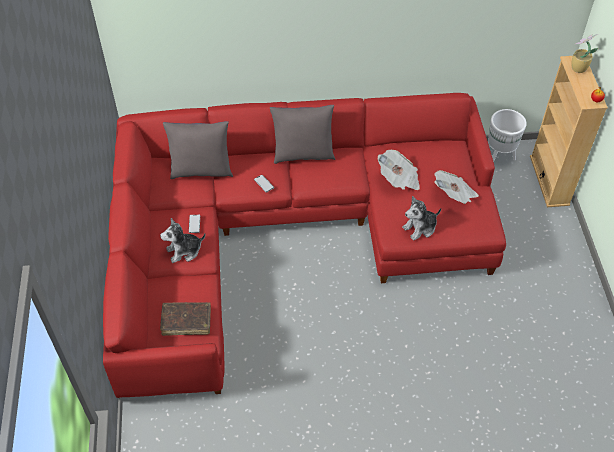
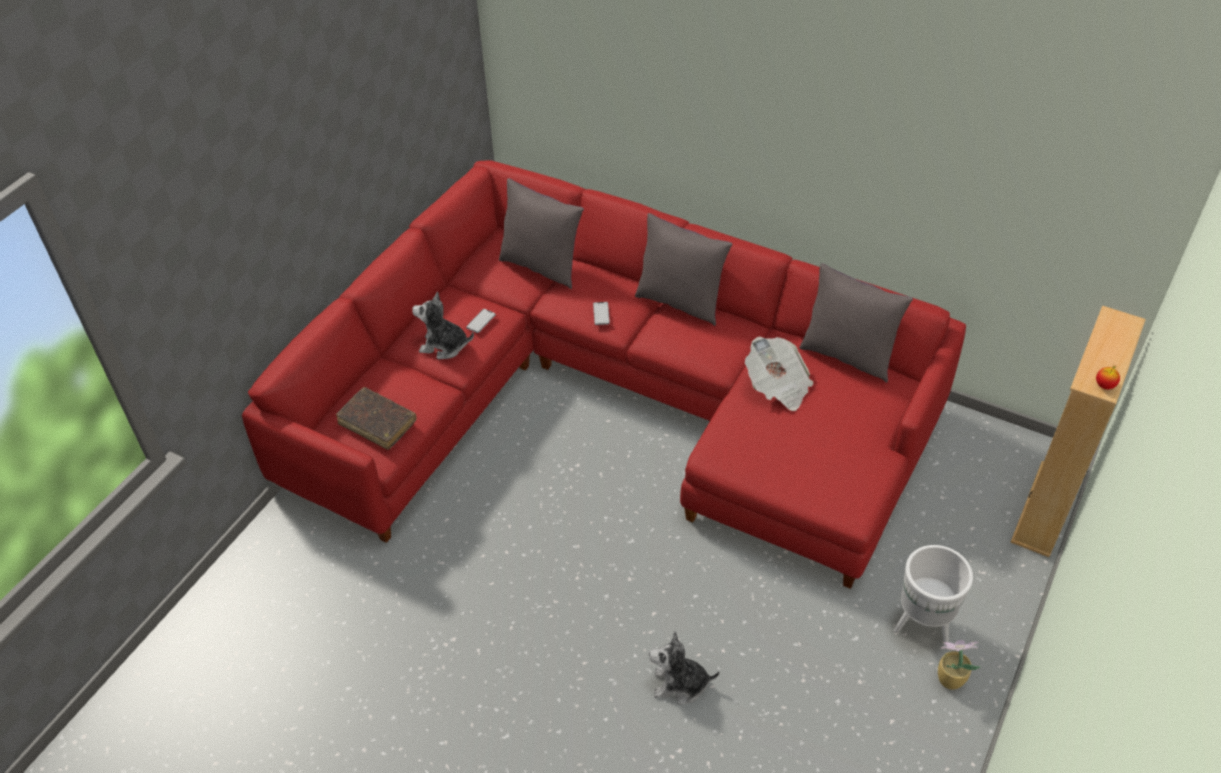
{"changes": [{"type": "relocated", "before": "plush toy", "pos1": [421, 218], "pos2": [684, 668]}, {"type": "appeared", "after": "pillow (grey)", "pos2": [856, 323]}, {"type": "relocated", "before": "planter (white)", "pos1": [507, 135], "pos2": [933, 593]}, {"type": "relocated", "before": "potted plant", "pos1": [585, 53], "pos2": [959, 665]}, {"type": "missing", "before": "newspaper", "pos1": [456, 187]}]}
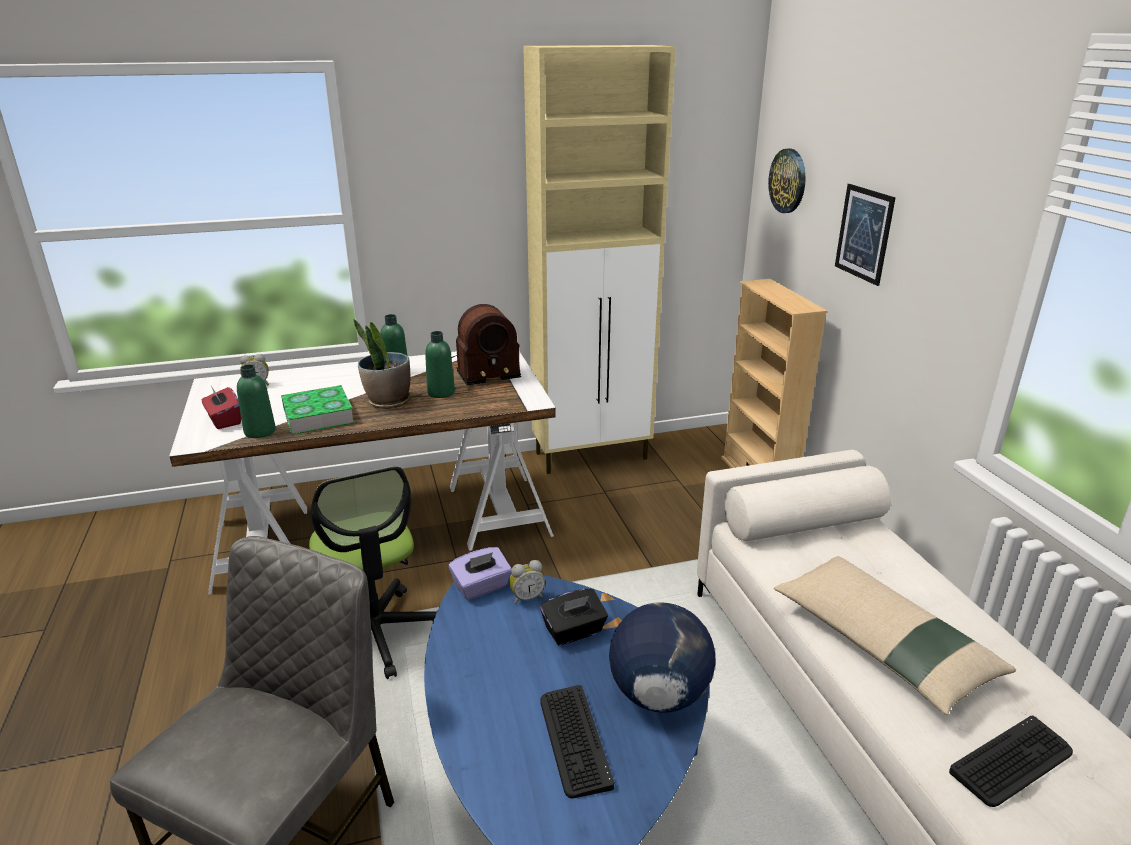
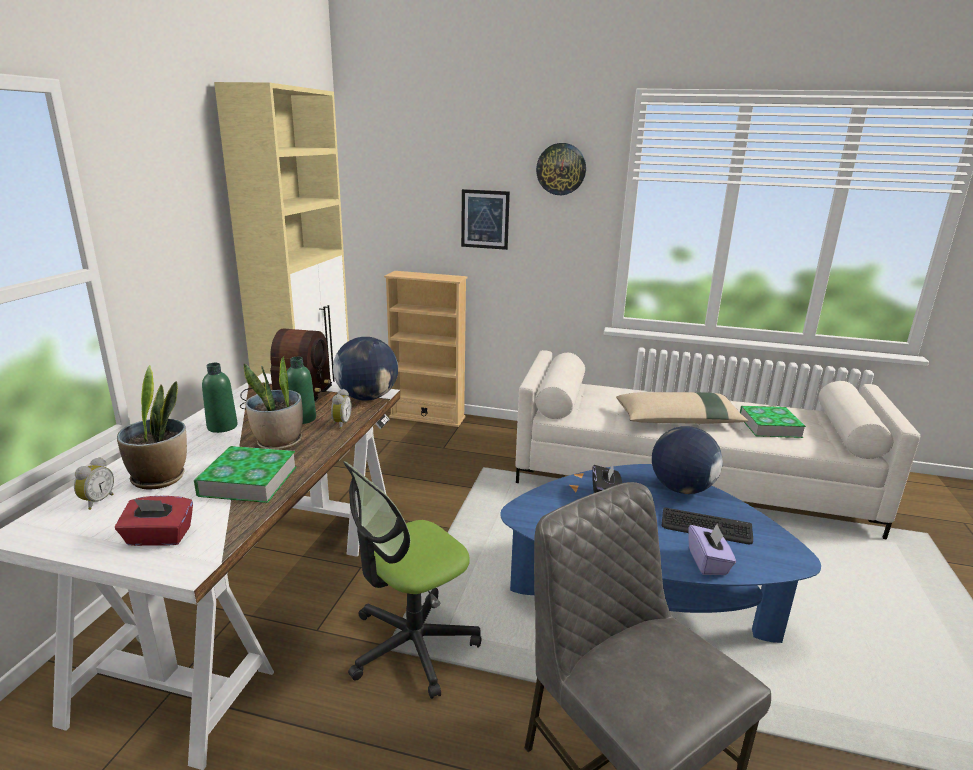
{"changes": [{"type": "appeared", "after": "potted plant", "pos2": [152, 427]}, {"type": "relocated", "before": "alarm clock", "pos1": [527, 582], "pos2": [341, 409]}, {"type": "appeared", "after": "globe", "pos2": [365, 369]}, {"type": "spun", "before": "office chair", "pos1": [373, 572], "pos2": [412, 580], "turn": 135}, {"type": "relocated", "before": "wall clock", "pos1": [787, 180], "pos2": [561, 169]}, {"type": "relocated", "before": "tissue box (purple)", "pos1": [480, 573], "pos2": [712, 549]}, {"type": "exchanged", "before": "keyboard", "after": "book", "pos1": [1011, 761], "pos2": [773, 422]}, {"type": "missing", "before": "bottle (green)", "pos1": [256, 401]}]}
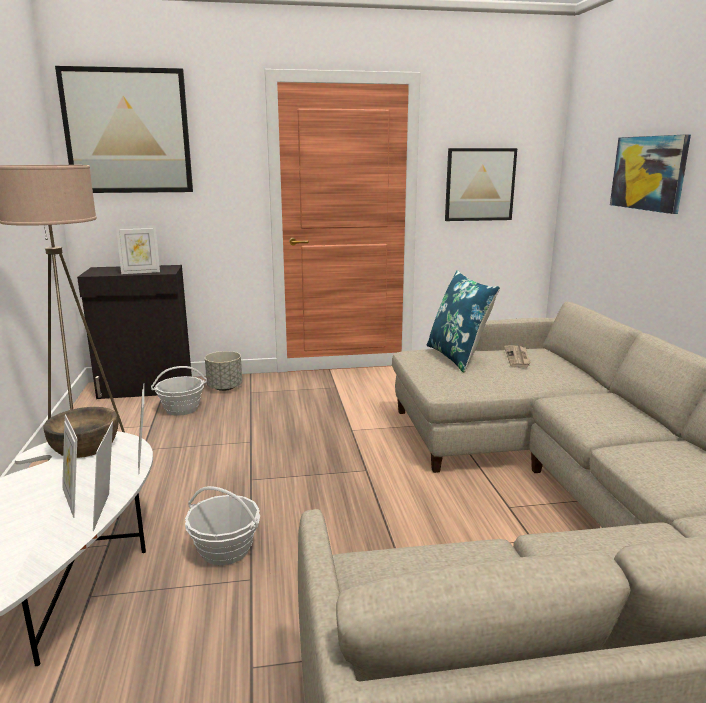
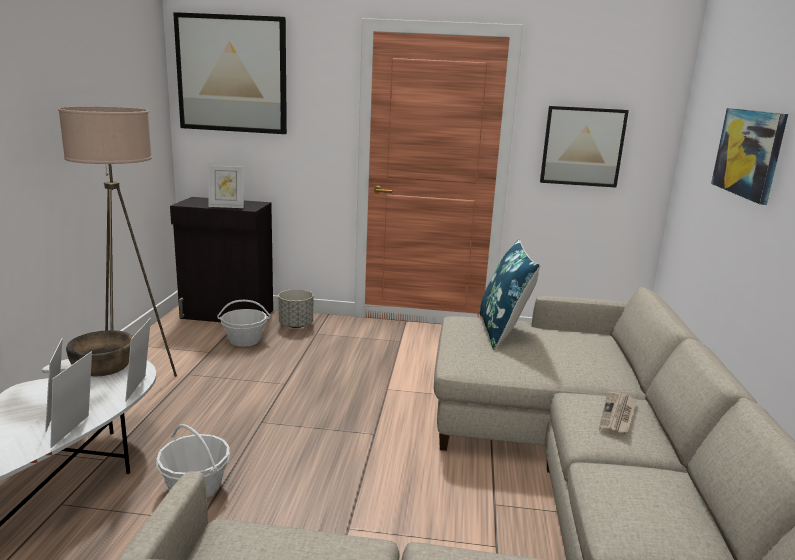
{"changes": [{"type": "relocated", "before": "newspaper", "pos1": [517, 356], "pos2": [618, 413]}]}
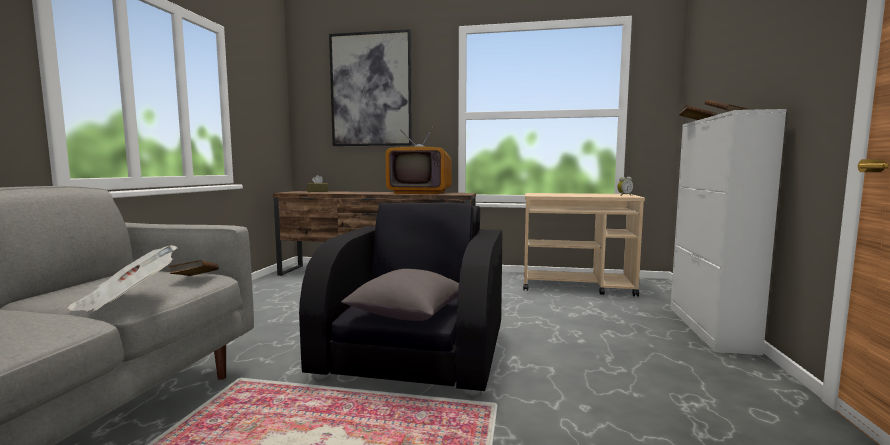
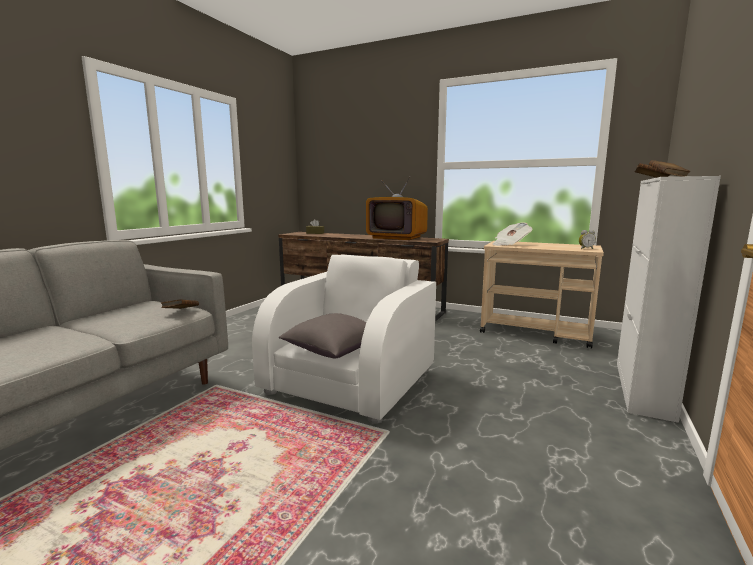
{"changes": [{"type": "colour", "before": "armchair (black)", "after": "armchair (white)", "pos1": [400, 301], "pos2": [344, 339]}, {"type": "relocated", "before": "newspaper", "pos1": [122, 278], "pos2": [512, 234]}, {"type": "missing", "before": "picture", "pos1": [370, 87]}]}
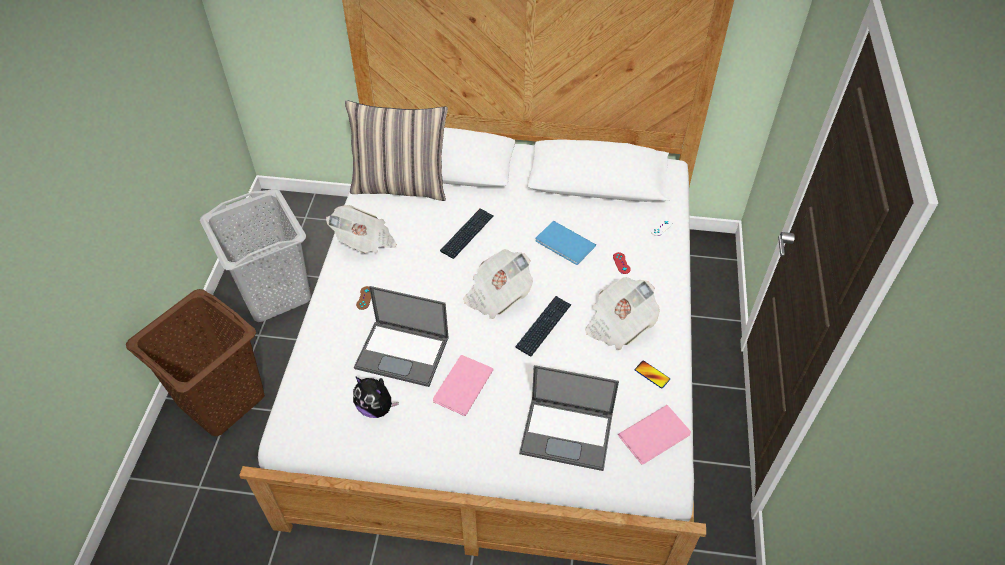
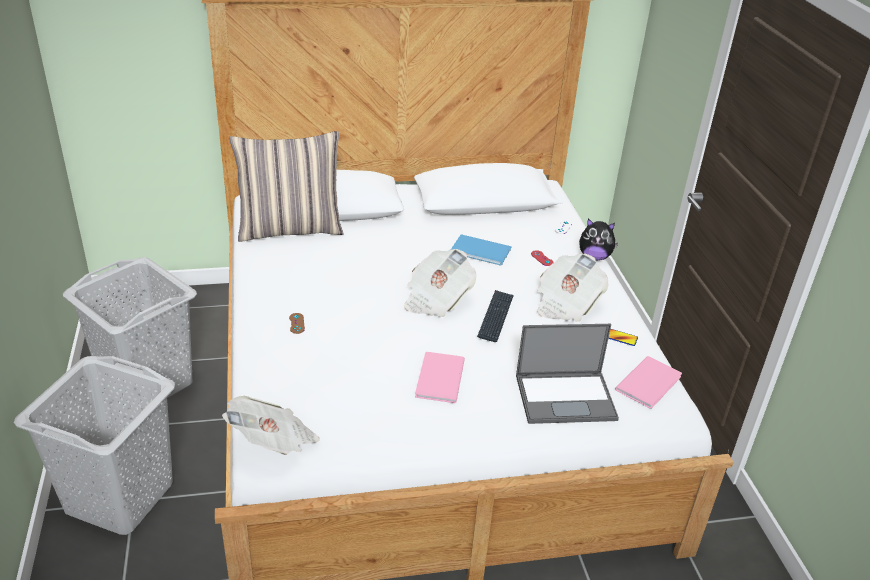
{"changes": [{"type": "colour", "before": "laundry basket (brown)", "after": "laundry basket (grey)", "pos1": [195, 362], "pos2": [94, 445]}, {"type": "relocated", "before": "newspaper", "pos1": [361, 229], "pos2": [271, 425]}, {"type": "relocated", "before": "plush toy", "pos1": [376, 397], "pos2": [598, 240]}, {"type": "missing", "before": "laptop", "pos1": [401, 336]}, {"type": "missing", "before": "keyboard", "pos1": [467, 233]}]}
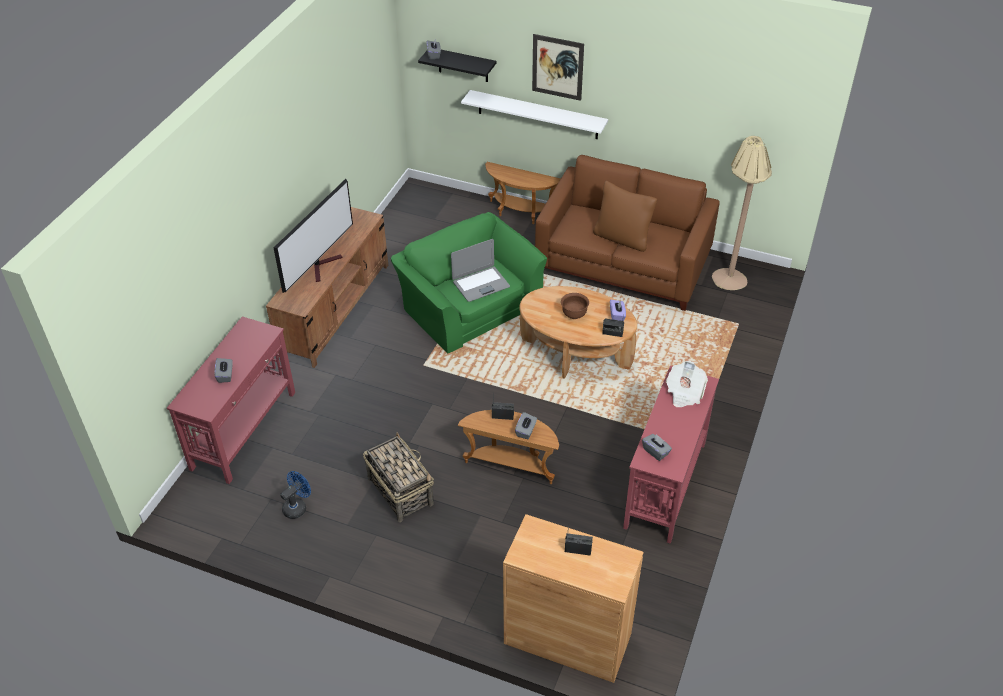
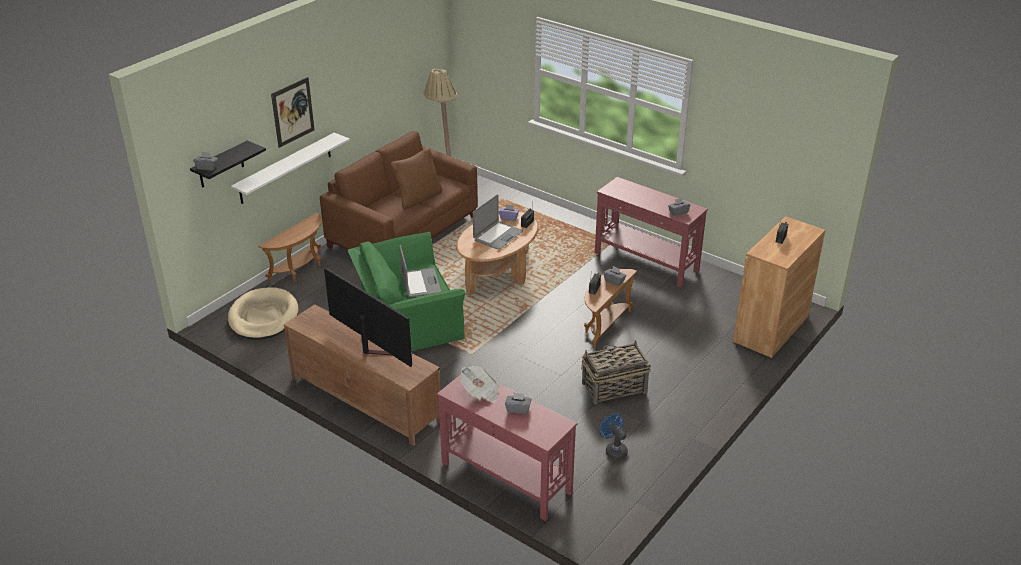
{"changes": [{"type": "appeared", "after": "dog bed (beige)", "pos2": [263, 313]}, {"type": "relocated", "before": "newspaper", "pos1": [687, 384], "pos2": [480, 384]}, {"type": "exchanged", "before": "bowl (brown)", "after": "laptop", "pos1": [575, 306], "pos2": [498, 222]}]}
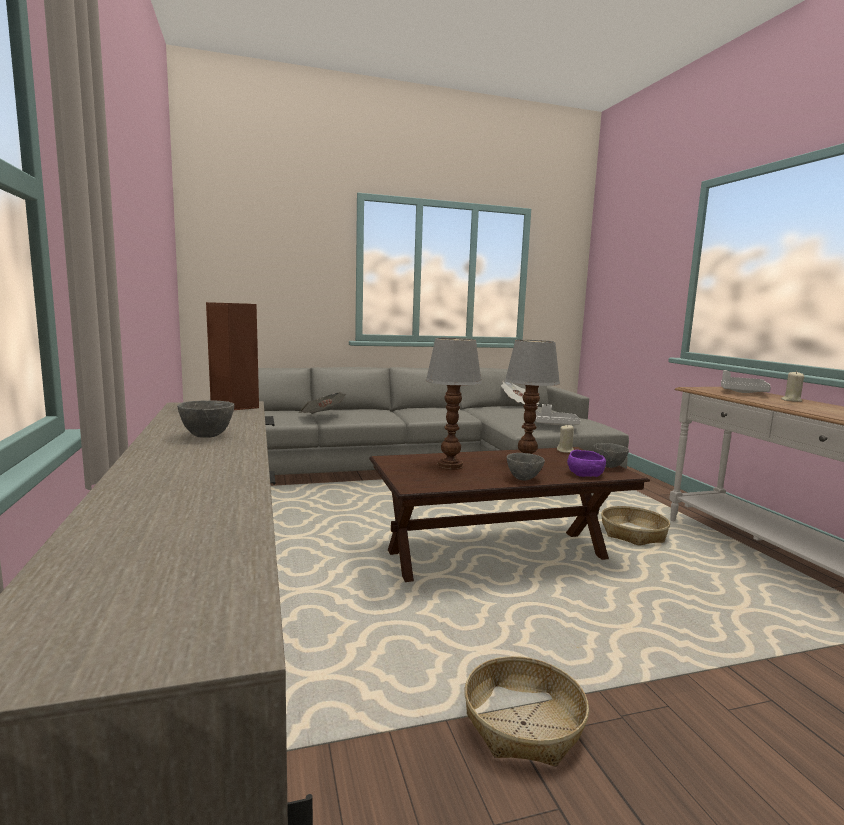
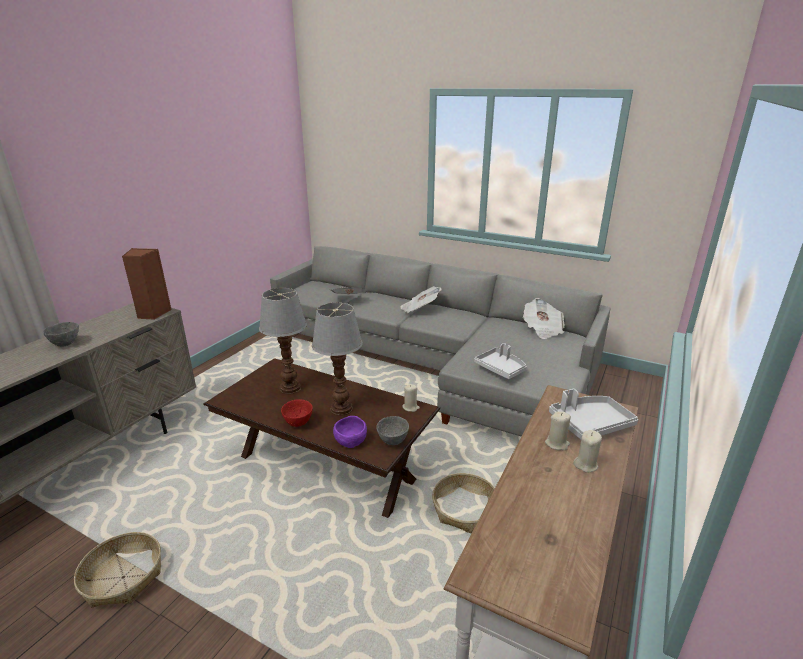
{"changes": [{"type": "colour", "before": "bowl (grey)", "after": "bowl (red)", "pos1": [526, 466], "pos2": [297, 413]}, {"type": "appeared", "after": "newspaper", "pos2": [421, 299]}, {"type": "appeared", "after": "candle (beige)", "pos2": [558, 430]}]}
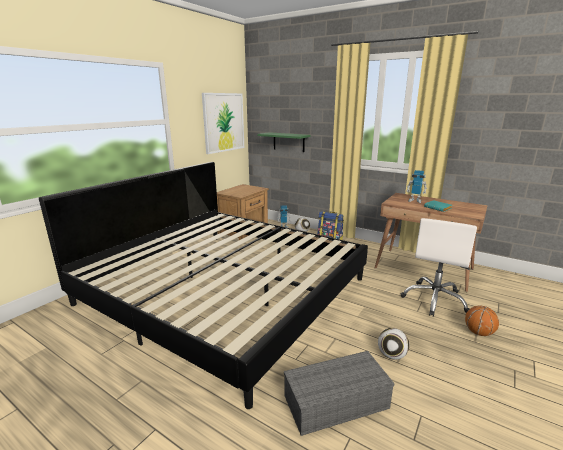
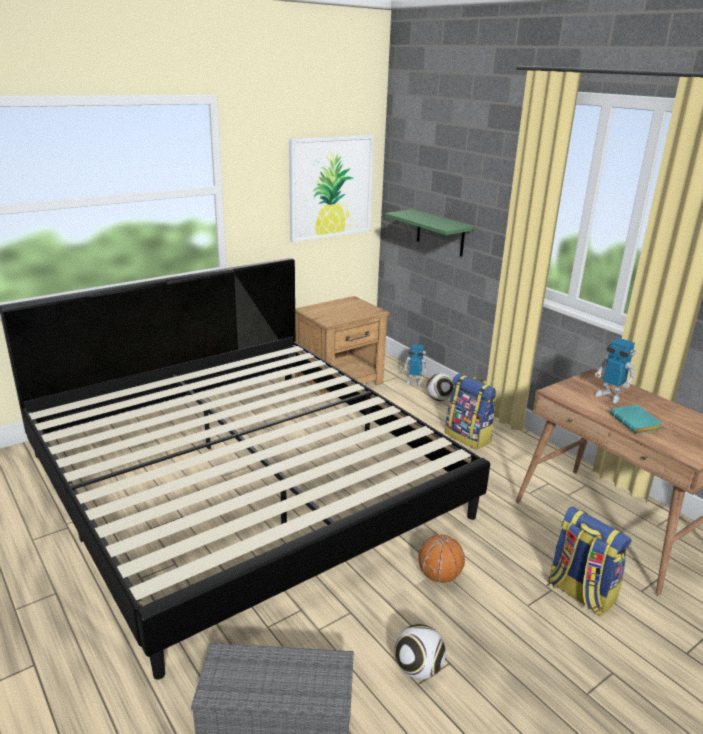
{"changes": [{"type": "relocated", "before": "basketball", "pos1": [482, 321], "pos2": [441, 559]}, {"type": "exchanged", "before": "office chair (white)", "after": "backpack", "pos1": [439, 267], "pos2": [590, 561]}]}
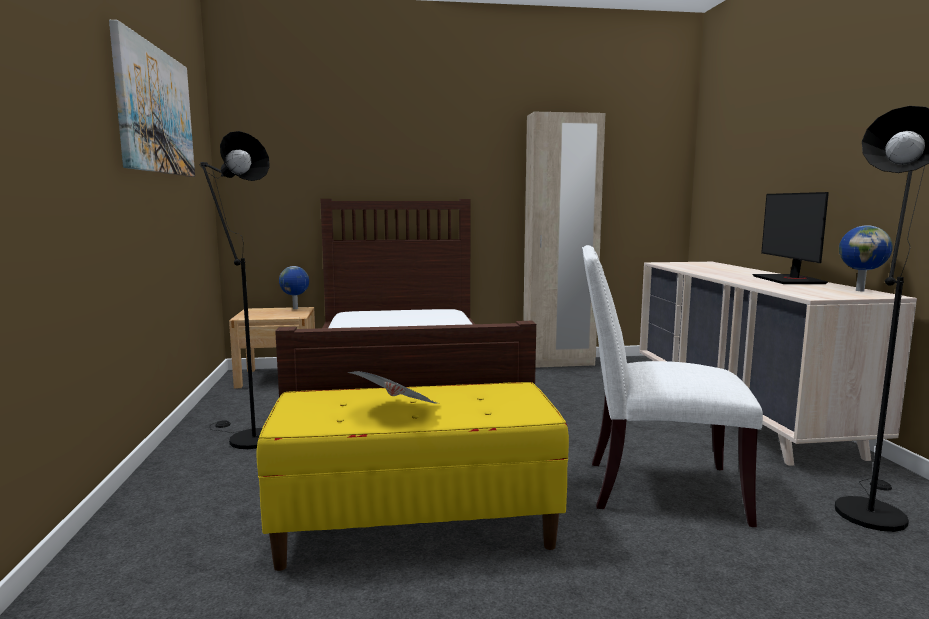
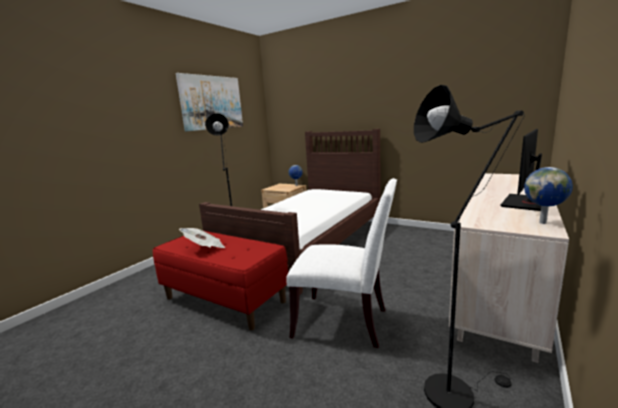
{"changes": [{"type": "colour", "before": "bench (yellow)", "after": "bench (red)", "pos1": [413, 476], "pos2": [220, 280]}, {"type": "spun", "before": "chair (white)", "pos1": [672, 386], "pos2": [341, 263], "turn": 150}, {"type": "missing", "before": "wardrobe (beige)", "pos1": [564, 240]}]}
